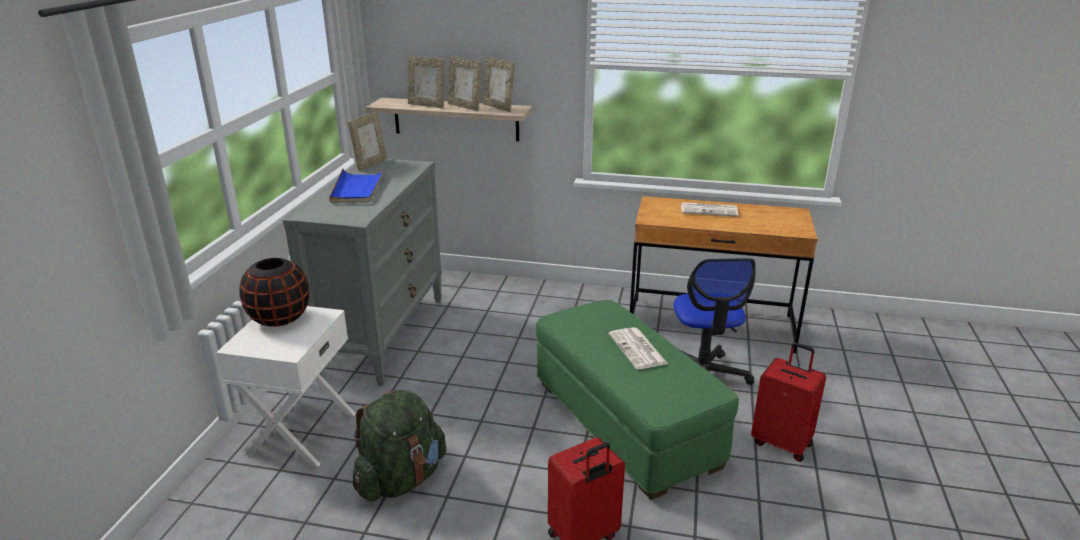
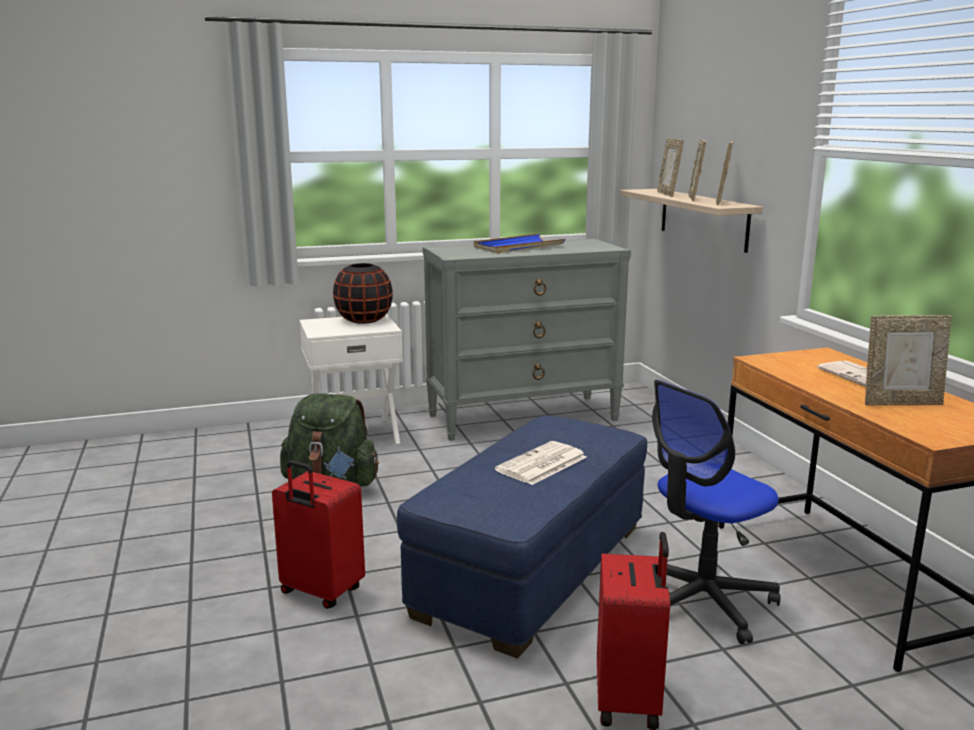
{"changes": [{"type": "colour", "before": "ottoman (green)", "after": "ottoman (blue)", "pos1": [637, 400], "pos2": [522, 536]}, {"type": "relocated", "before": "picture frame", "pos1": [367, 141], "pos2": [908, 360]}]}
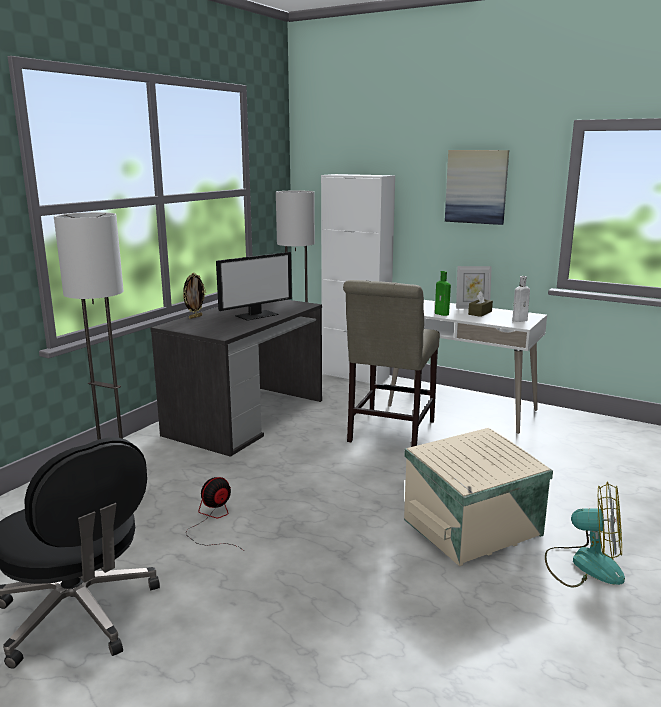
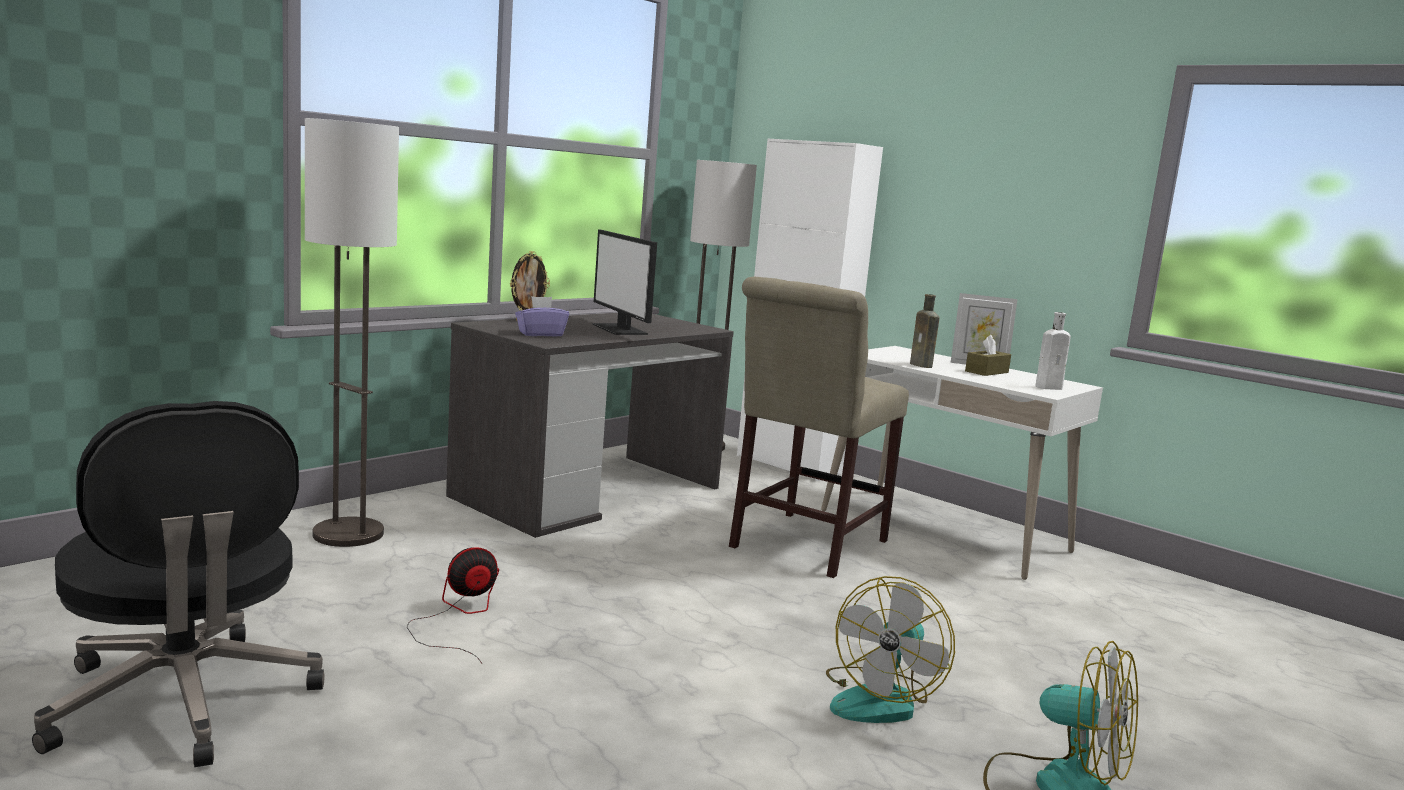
{"changes": [{"type": "appeared", "after": "tissue box (purple)", "pos2": [542, 316]}, {"type": "spun", "before": "monitor", "pos1": [254, 286], "pos2": [624, 282], "turn": 90}, {"type": "exchanged", "before": "storage box (beige)", "after": "fan", "pos1": [478, 497], "pos2": [890, 649]}, {"type": "colour", "before": "bottle (green)", "after": "bottle (brown)", "pos1": [443, 293], "pos2": [924, 331]}, {"type": "missing", "before": "picture", "pos1": [477, 187]}]}
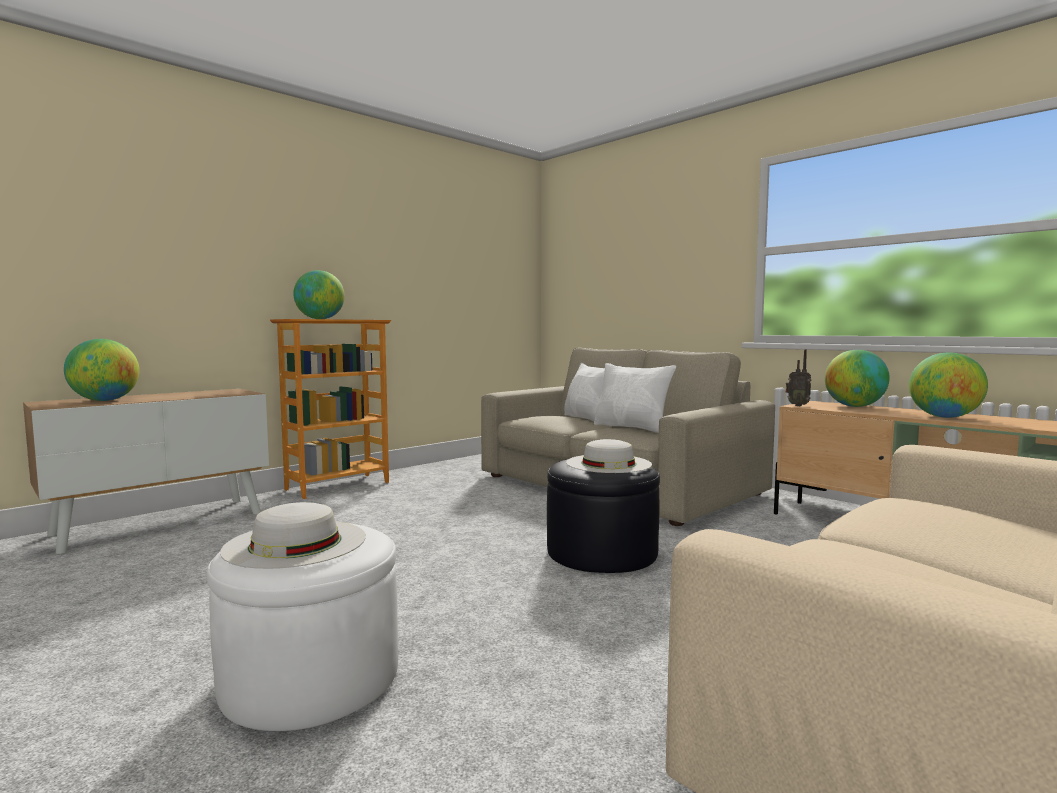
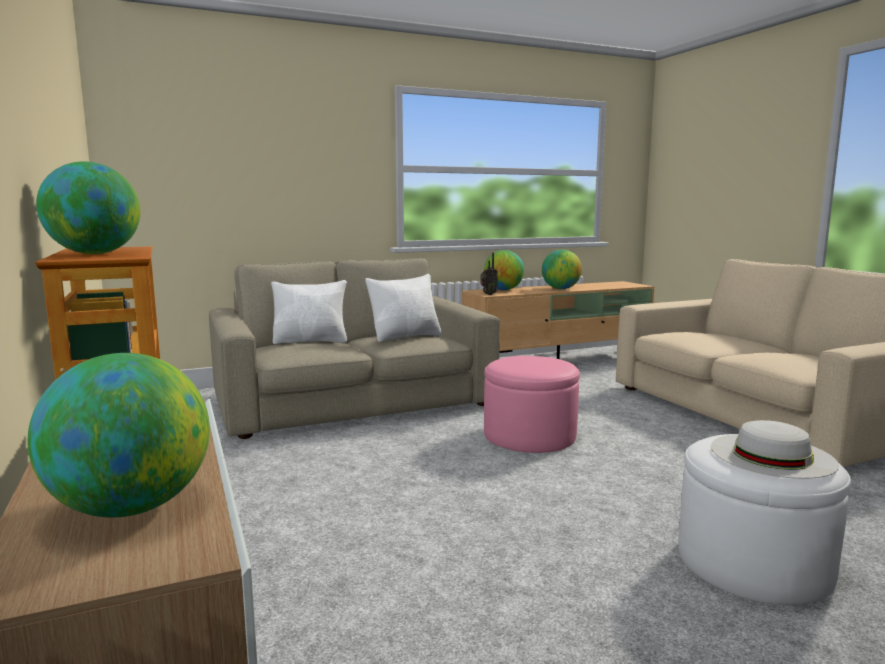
{"changes": [{"type": "colour", "before": "ottoman (black)", "after": "ottoman (pink)", "pos1": [603, 516], "pos2": [532, 404]}, {"type": "missing", "before": "hat (white)", "pos1": [609, 456]}]}
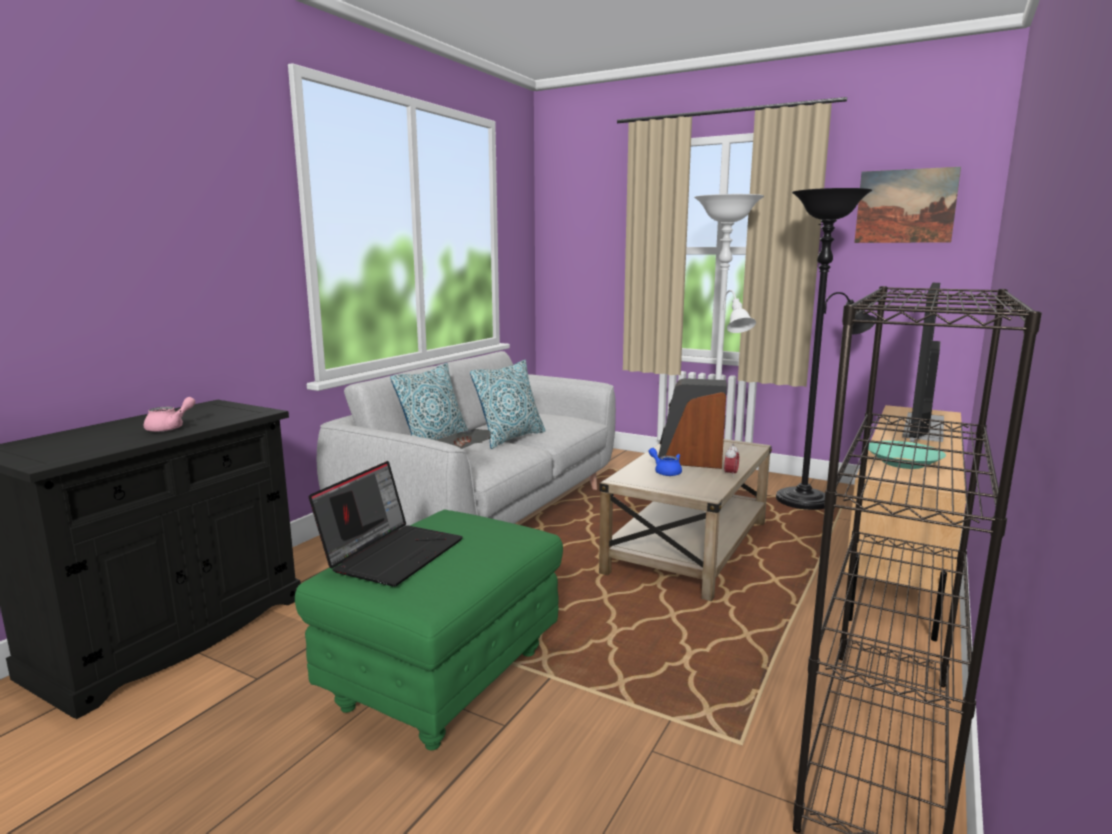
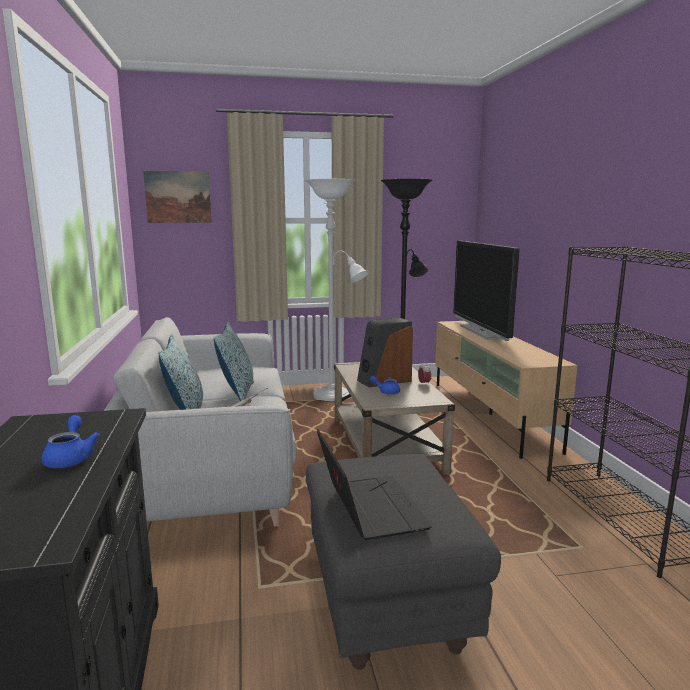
{"changes": [{"type": "colour", "before": "teapot (pink)", "after": "teapot (blue)", "pos1": [170, 414], "pos2": [70, 441]}, {"type": "relocated", "before": "picture", "pos1": [907, 205], "pos2": [177, 197]}, {"type": "colour", "before": "ottoman (green)", "after": "ottoman (grey)", "pos1": [429, 630], "pos2": [403, 562]}, {"type": "missing", "before": "bowl (turquoise)", "pos1": [907, 455]}]}
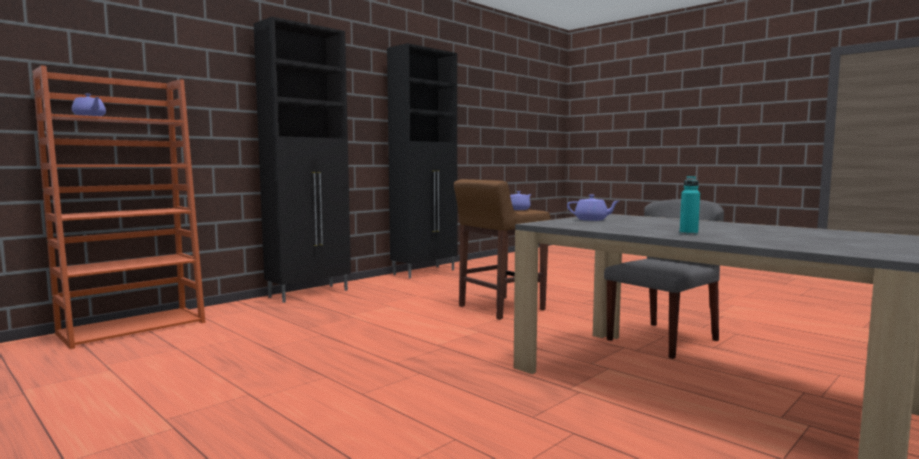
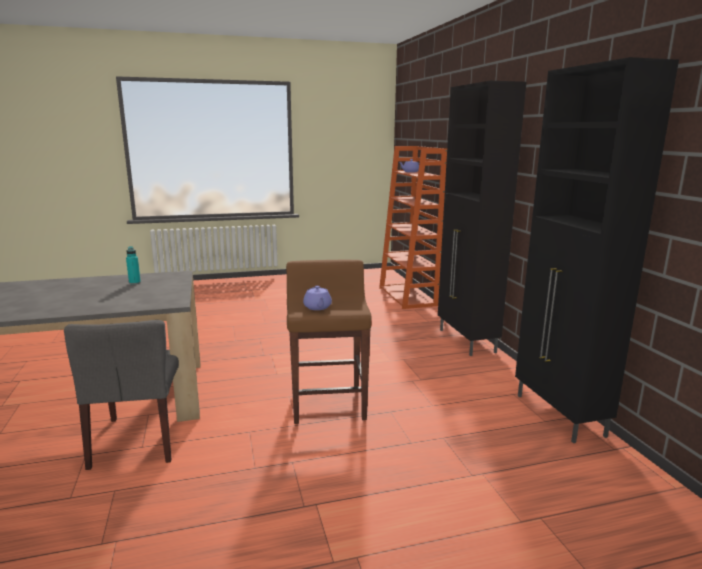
{"changes": [{"type": "relocated", "before": "bottle (turquoise)", "pos1": [690, 205], "pos2": [133, 265]}, {"type": "missing", "before": "teapot (purple)", "pos1": [593, 208]}]}
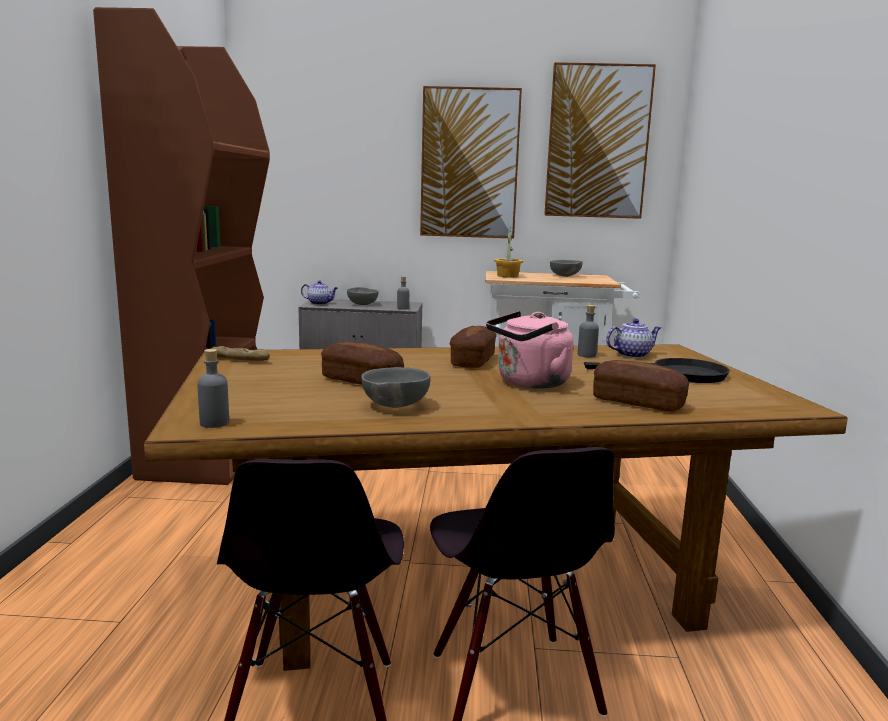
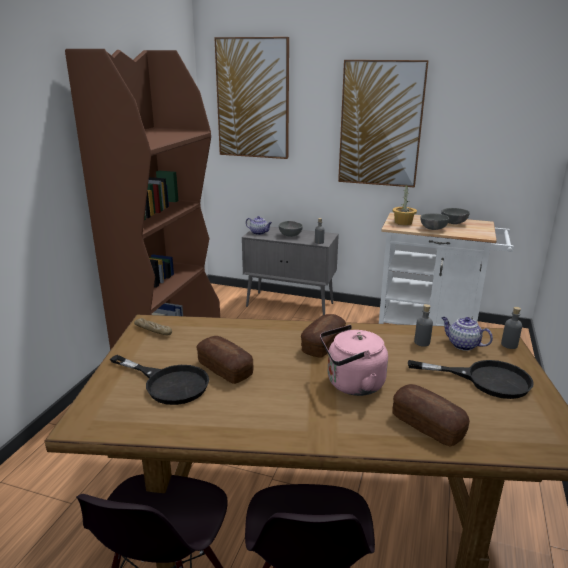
{"changes": [{"type": "appeared", "after": "frying pan (black)", "pos2": [159, 380]}, {"type": "relocated", "before": "picture", "pos1": [600, 140], "pos2": [251, 98]}, {"type": "relocated", "before": "bowl (grey)", "pos1": [395, 387], "pos2": [434, 221]}, {"type": "spun", "before": "teapot", "pos1": [633, 338], "pos2": [467, 334], "turn": -135}, {"type": "relocated", "before": "bottle (grey)", "pos1": [213, 388], "pos2": [511, 328]}]}
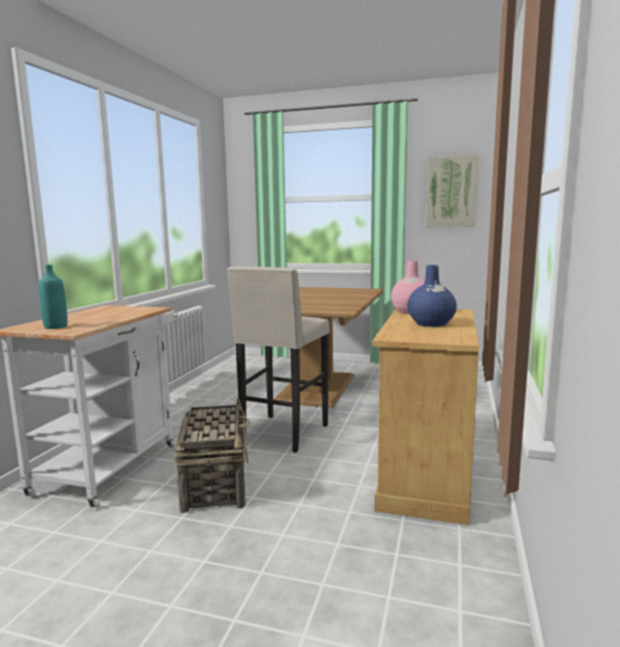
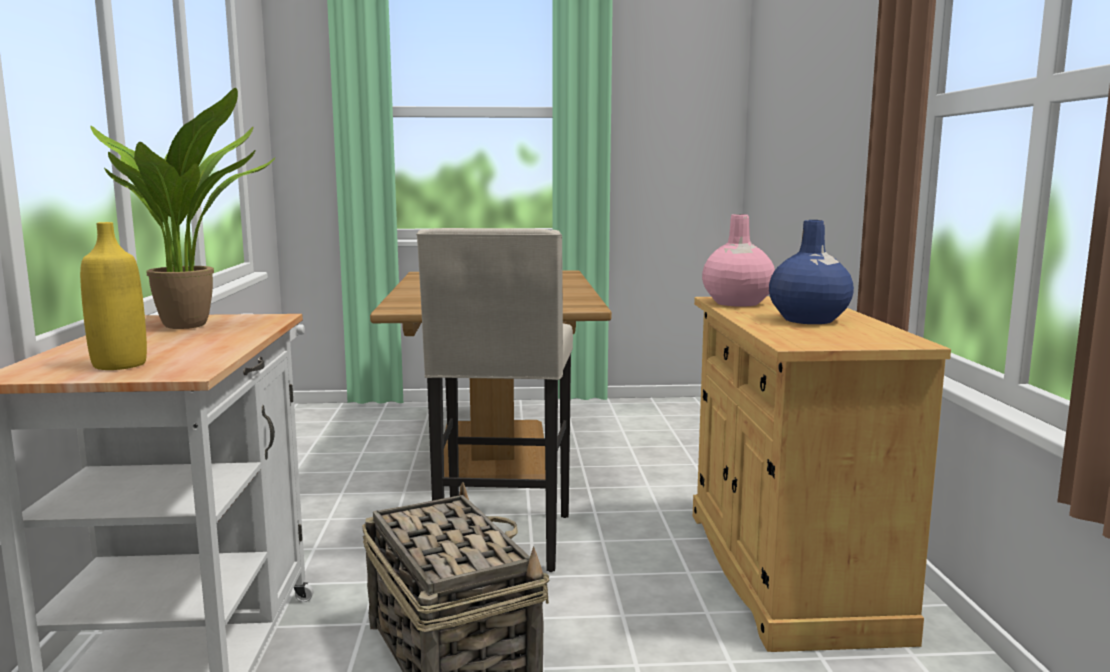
{"changes": [{"type": "colour", "before": "bottle (turquoise)", "after": "bottle (yellow)", "pos1": [53, 297], "pos2": [113, 296]}, {"type": "appeared", "after": "potted plant", "pos2": [182, 208]}, {"type": "missing", "before": "picture", "pos1": [452, 191]}]}
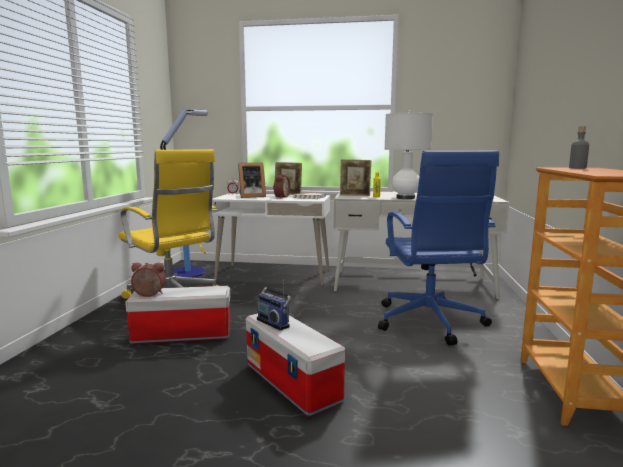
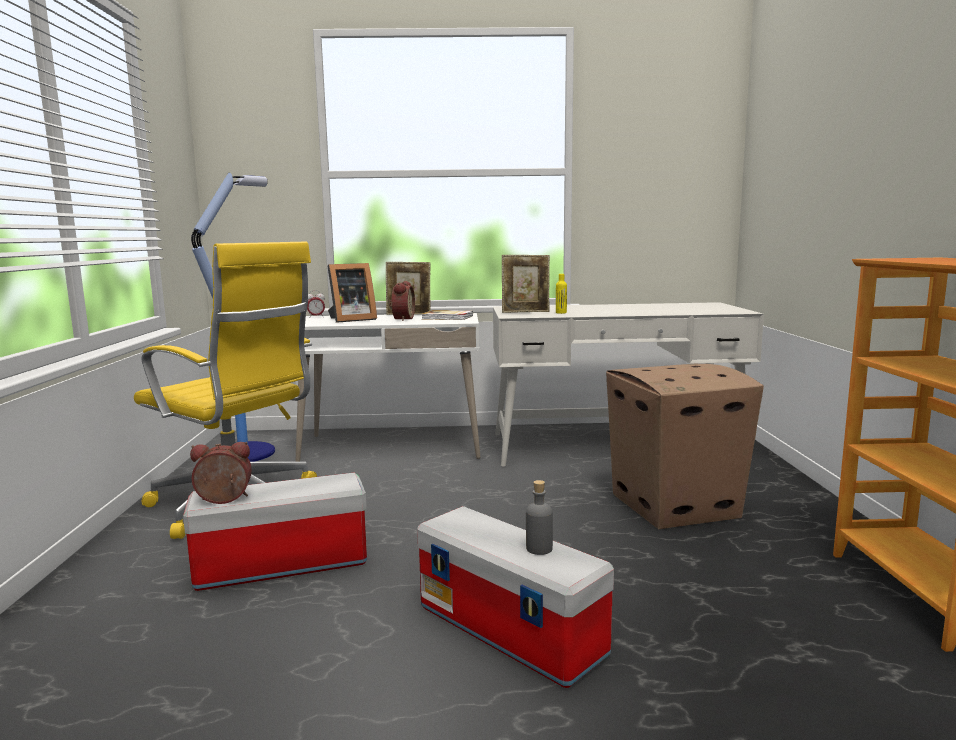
{"changes": [{"type": "relocated", "before": "bottle (grey)", "pos1": [579, 147], "pos2": [539, 517]}, {"type": "exchanged", "before": "office chair (blue)", "after": "cardboard box", "pos1": [438, 248], "pos2": [685, 446]}, {"type": "missing", "before": "radio", "pos1": [274, 305]}, {"type": "missing", "before": "table lamp (white)", "pos1": [408, 155]}]}
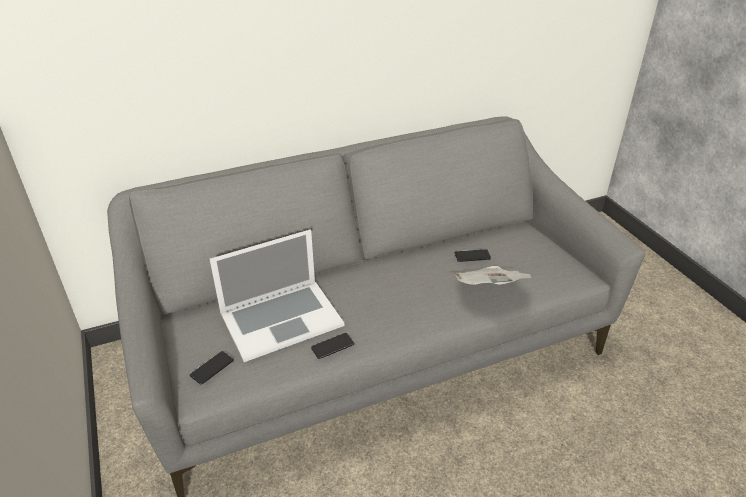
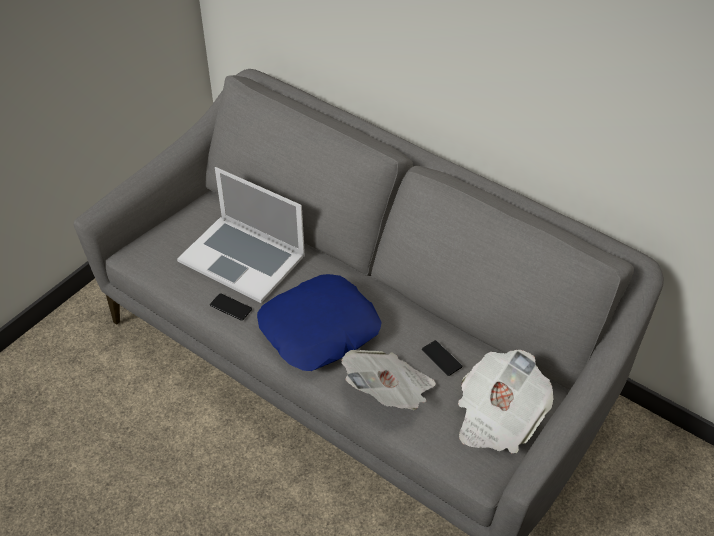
{"changes": [{"type": "appeared", "after": "pillow (blue)", "pos2": [319, 322]}, {"type": "appeared", "after": "newspaper", "pos2": [506, 401]}, {"type": "missing", "before": "phone", "pos1": [212, 368]}]}
